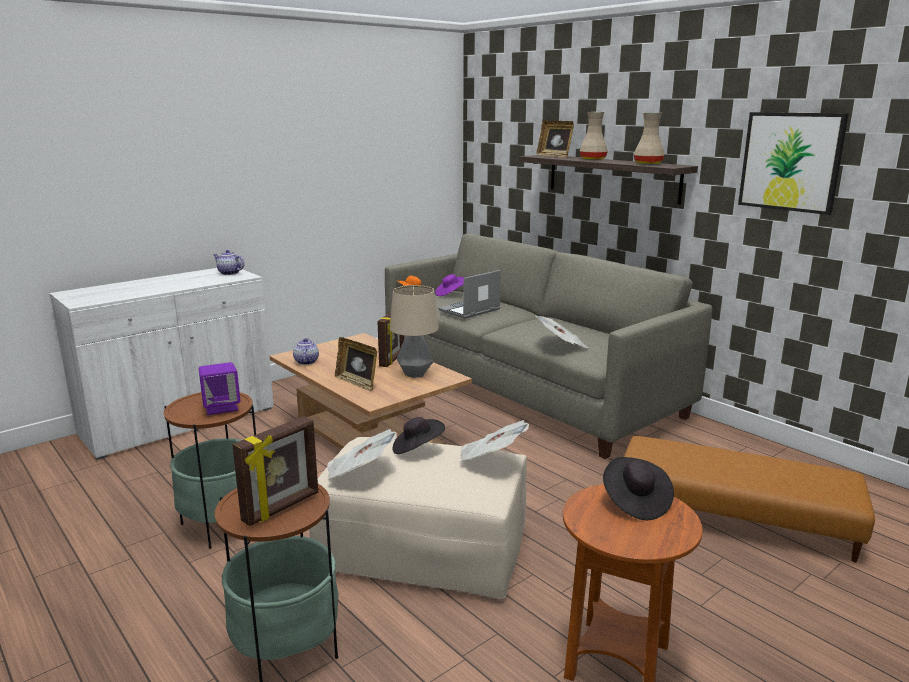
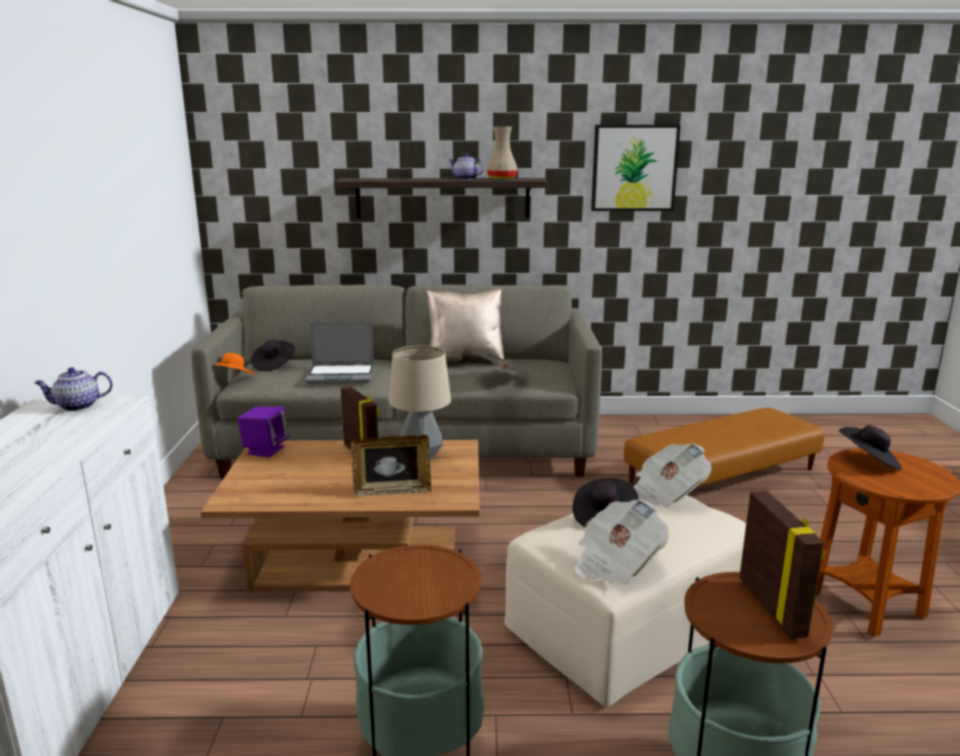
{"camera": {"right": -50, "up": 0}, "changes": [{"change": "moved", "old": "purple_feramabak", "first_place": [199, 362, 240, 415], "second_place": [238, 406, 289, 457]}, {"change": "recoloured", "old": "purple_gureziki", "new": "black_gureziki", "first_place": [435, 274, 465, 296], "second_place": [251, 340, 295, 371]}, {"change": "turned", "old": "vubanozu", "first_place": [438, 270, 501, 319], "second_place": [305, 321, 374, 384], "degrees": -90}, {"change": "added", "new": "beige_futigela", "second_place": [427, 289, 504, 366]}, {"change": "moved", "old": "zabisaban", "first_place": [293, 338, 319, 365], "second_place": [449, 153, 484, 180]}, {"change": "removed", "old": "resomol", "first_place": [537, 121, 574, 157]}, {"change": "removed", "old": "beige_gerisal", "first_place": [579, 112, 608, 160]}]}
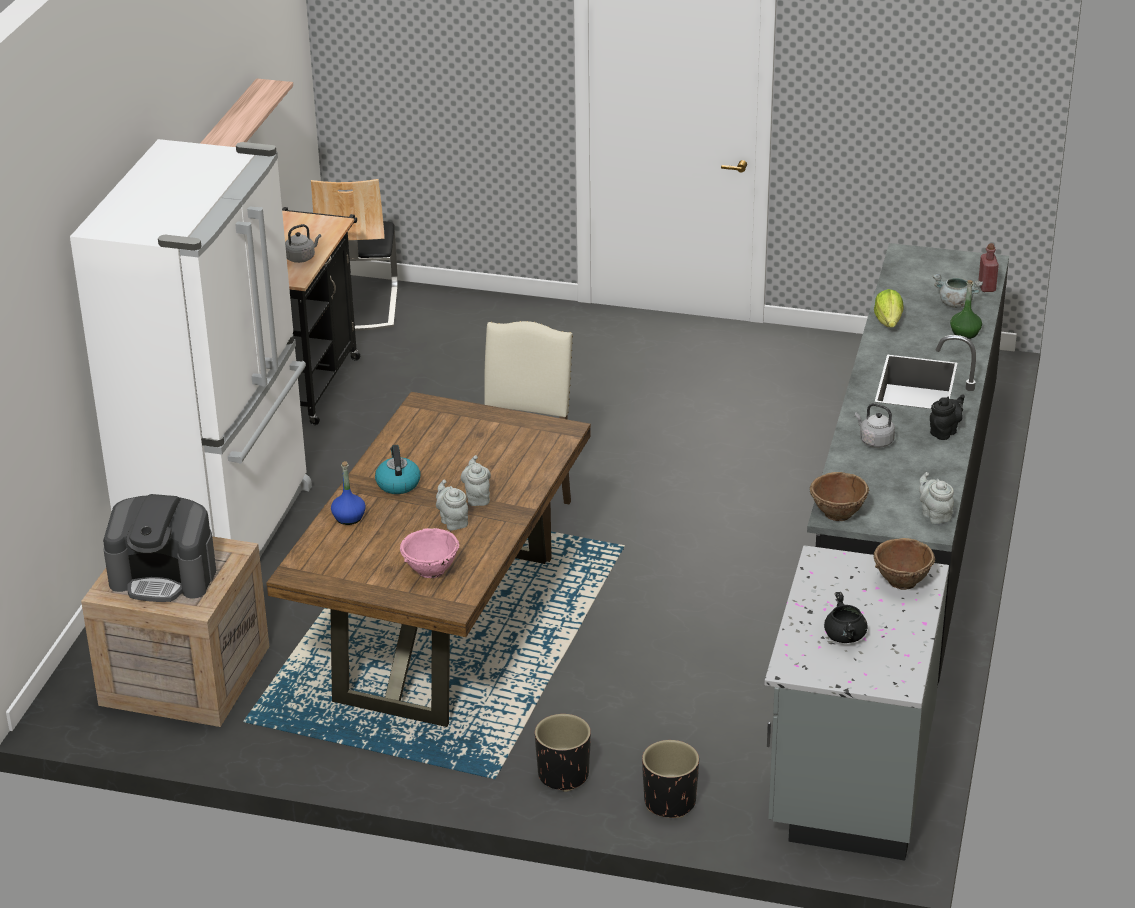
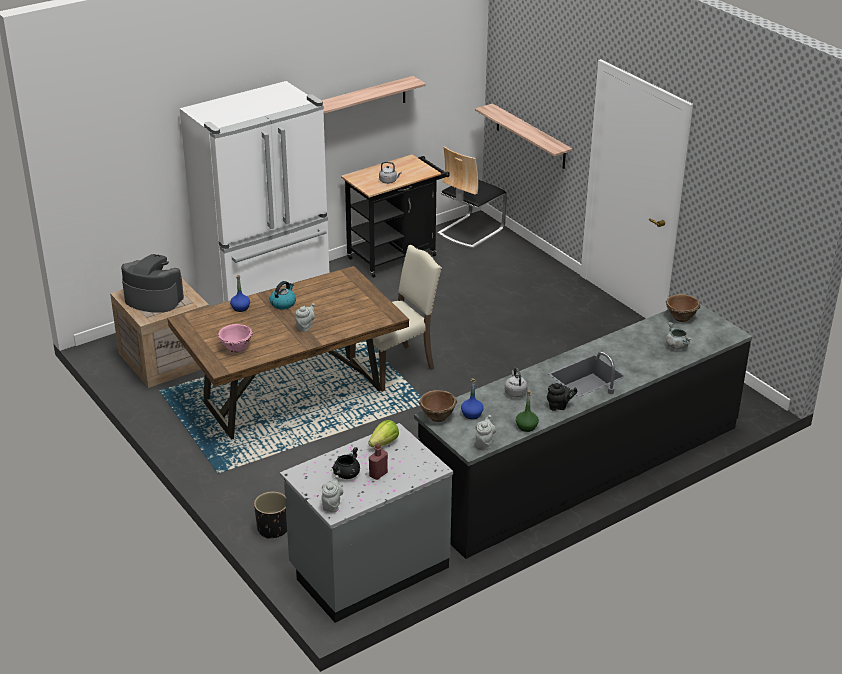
{"camera": {"right": 40, "up": 0}, "changes": [{"change": "turned", "old": "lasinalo", "first_place": [103, 494, 216, 602], "second_place": [121, 254, 184, 313], "degrees": 150}, {"change": "moved", "old": "grey_zabisaban", "first_place": [436, 480, 468, 530], "second_place": [321, 475, 343, 513]}, {"change": "moved", "old": "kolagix", "first_place": [874, 289, 904, 328], "second_place": [368, 420, 399, 447]}, {"change": "moved", "old": "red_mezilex", "first_place": [978, 243, 999, 292], "second_place": [369, 443, 388, 480]}, {"change": "added", "new": "blue_mezilex", "second_place": [461, 378, 484, 419]}, {"change": "added", "new": "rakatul", "second_place": [475, 103, 573, 169]}, {"change": "moved", "old": "green_mezilex", "first_place": [950, 280, 982, 339], "second_place": [516, 391, 539, 432]}, {"change": "moved", "old": "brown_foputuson", "first_place": [874, 538, 935, 590], "second_place": [666, 294, 700, 322]}, {"change": "removed", "old": "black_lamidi", "first_place": [535, 714, 591, 792]}]}
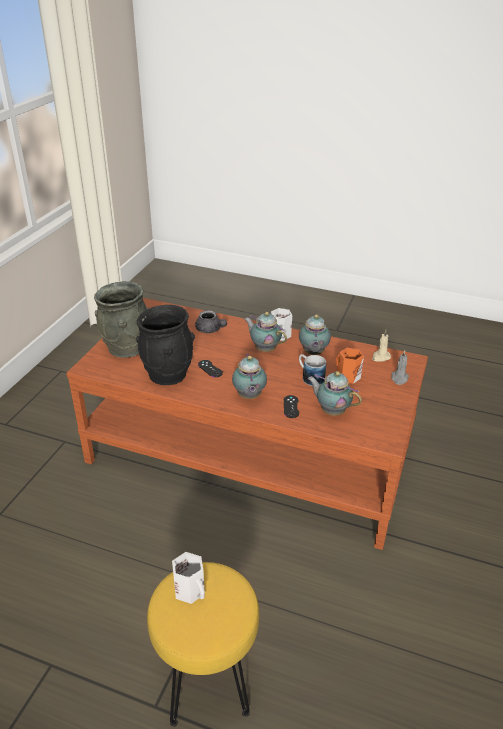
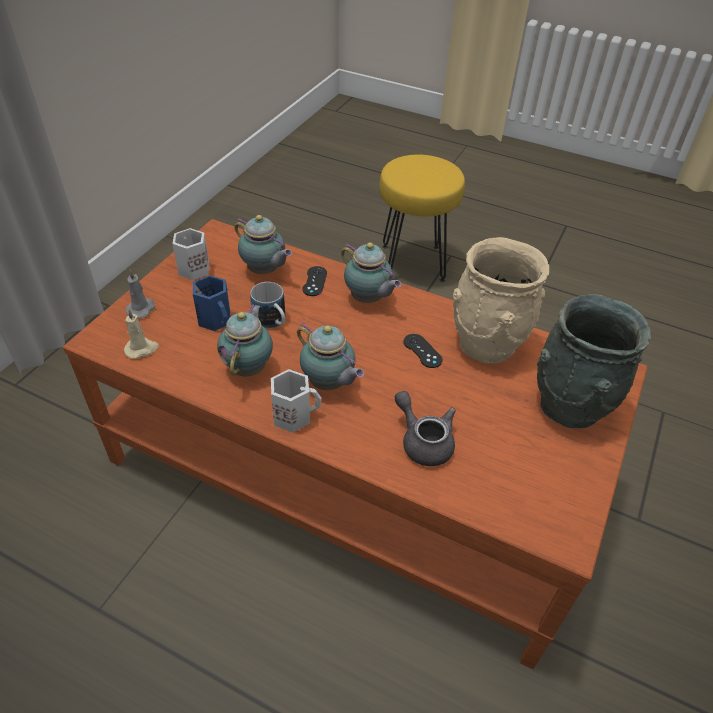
{"camera": {"right": -175, "up": 10}, "changes": [{"change": "moved", "old": "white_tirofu", "first_place": [172, 552, 205, 604], "second_place": [172, 228, 209, 280]}, {"change": "recoloured", "old": "orange_tirofu", "new": "blue_tirofu", "first_place": [336, 348, 364, 384], "second_place": [193, 275, 230, 331]}, {"change": "turned", "old": "zabisaban", "first_place": [232, 353, 267, 399], "second_place": [341, 242, 402, 303], "degrees": 135}, {"change": "recoloured", "old": "black_gerisal", "new": "beige_gerisal", "first_place": [136, 305, 195, 385], "second_place": [453, 237, 549, 363]}]}
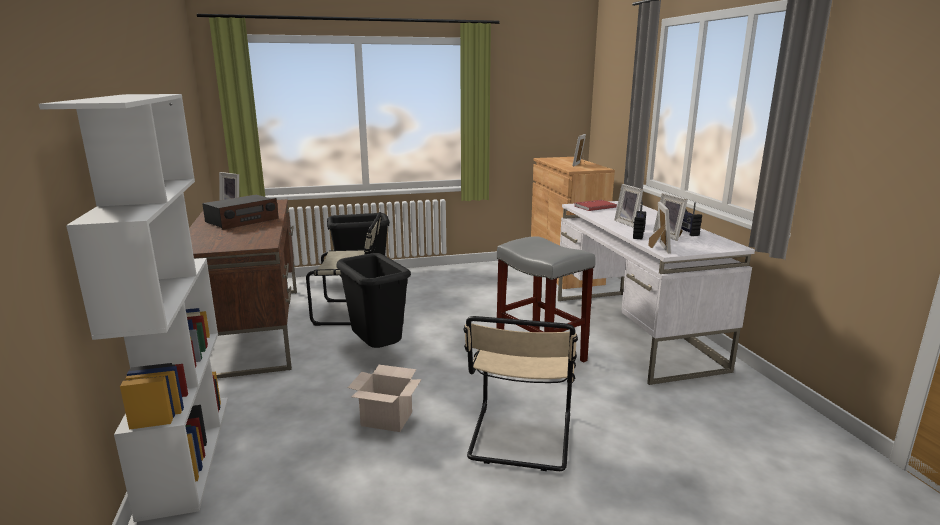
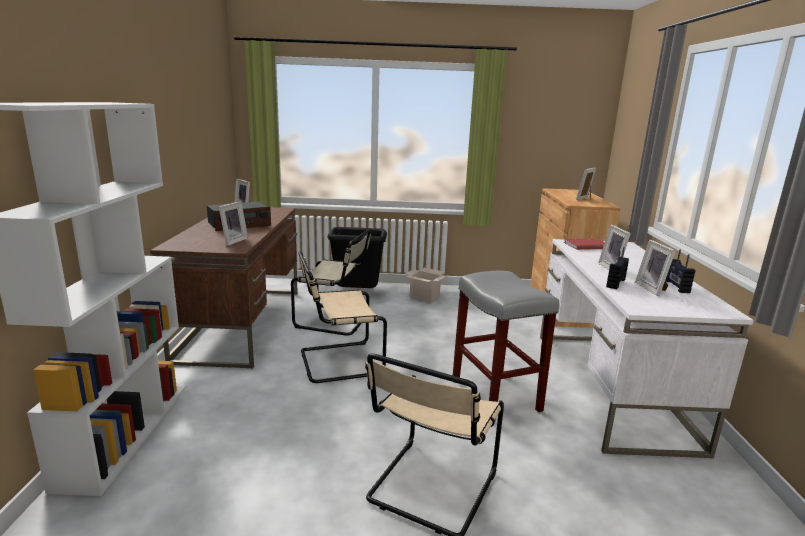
{"camera": {"right": 15, "up": 0}, "changes": [{"change": "moved", "old": "resomol", "first_place": [648, 201, 671, 253], "second_place": [219, 201, 248, 246]}, {"change": "replaced", "old": "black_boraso", "new": "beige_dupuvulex", "first_place": [337, 253, 411, 348], "second_place": [298, 251, 387, 383]}, {"change": "moved", "old": "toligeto", "first_place": [348, 365, 422, 432], "second_place": [405, 268, 446, 303]}]}
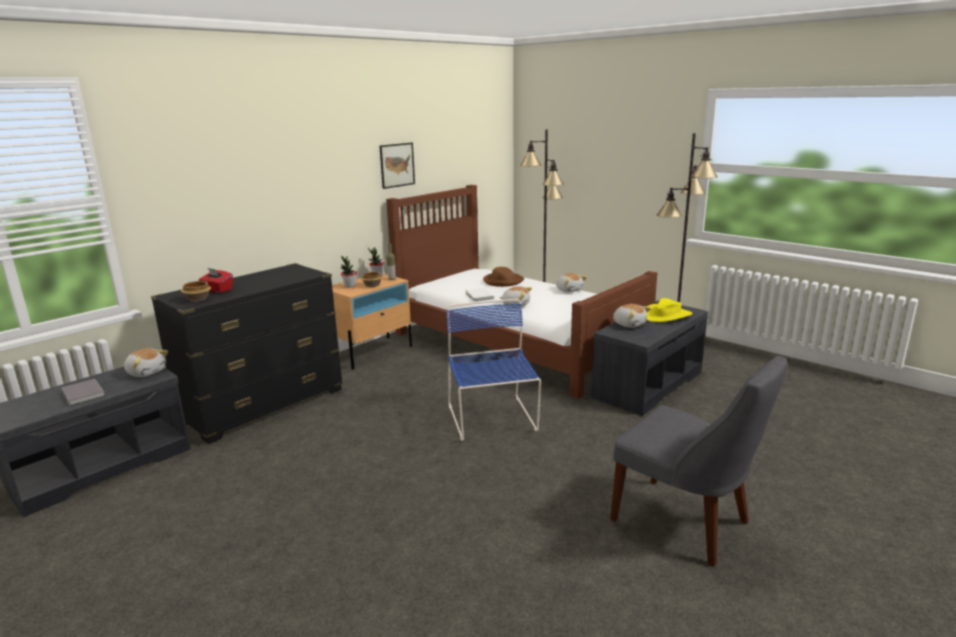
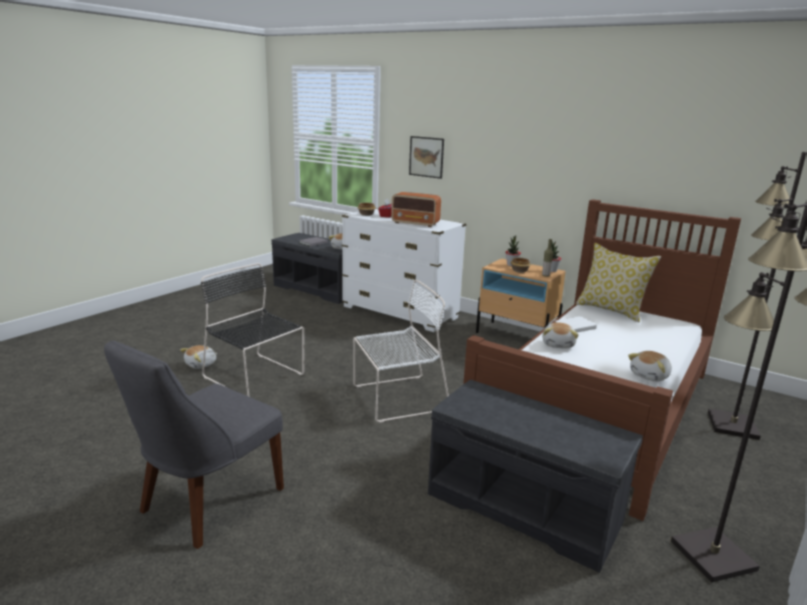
{"camera": {"right": 80, "up": 0}, "changes": [{"change": "moved", "old": "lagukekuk", "first_place": [613, 304, 651, 328], "second_place": [180, 345, 217, 369]}, {"change": "added", "new": "black_dupuvulex", "second_place": [201, 263, 304, 396]}, {"change": "recoloured", "old": "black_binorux", "new": "white_binorux", "first_place": [151, 263, 343, 444], "second_place": [342, 209, 466, 332]}, {"change": "recoloured", "old": "blue_dupuvulex", "new": "white_dupuvulex", "first_place": [446, 299, 541, 441], "second_place": [353, 280, 449, 423]}, {"change": "added", "new": "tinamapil", "second_place": [391, 192, 441, 227]}, {"change": "moved", "old": "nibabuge", "first_place": [380, 143, 415, 189], "second_place": [409, 136, 444, 179]}, {"change": "added", "new": "futigela", "second_place": [576, 243, 661, 322]}, {"change": "removed", "old": "brown_gureziki", "first_place": [483, 267, 524, 287]}, {"change": "removed", "old": "yellow_gureziki", "first_place": [647, 298, 693, 322]}]}
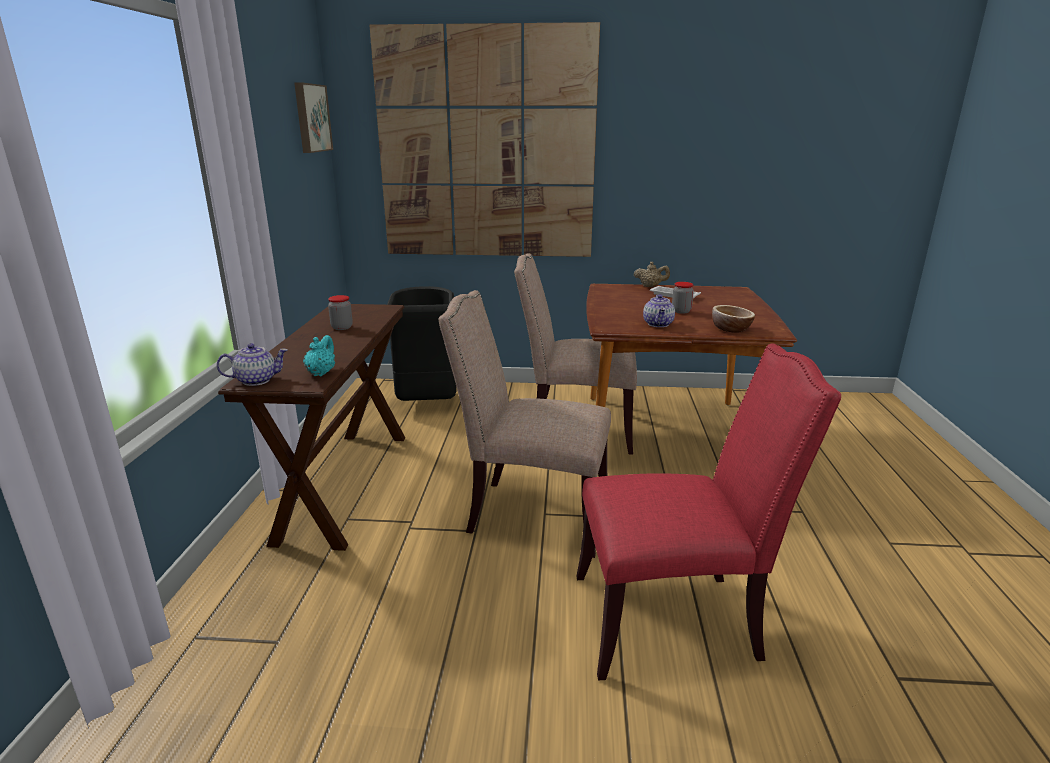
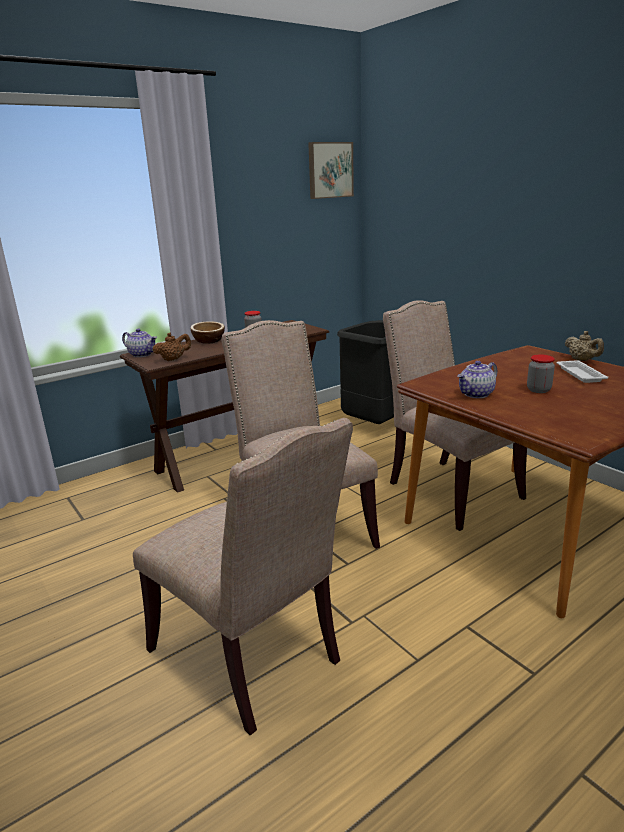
{"camera": {"right": 50, "up": 0}, "changes": [{"change": "recoloured", "old": "red_dupuvulex", "new": "beige_dupuvulex", "first_place": [576, 343, 841, 680], "second_place": [133, 418, 353, 736]}, {"change": "recoloured", "old": "turquoise_zabisaban", "new": "brown_zabisaban", "first_place": [303, 335, 335, 377], "second_place": [152, 333, 191, 361]}, {"change": "moved", "old": "foputuson", "first_place": [712, 305, 755, 333], "second_place": [191, 321, 225, 344]}, {"change": "removed", "old": "nibabuge", "first_place": [369, 22, 600, 257]}]}
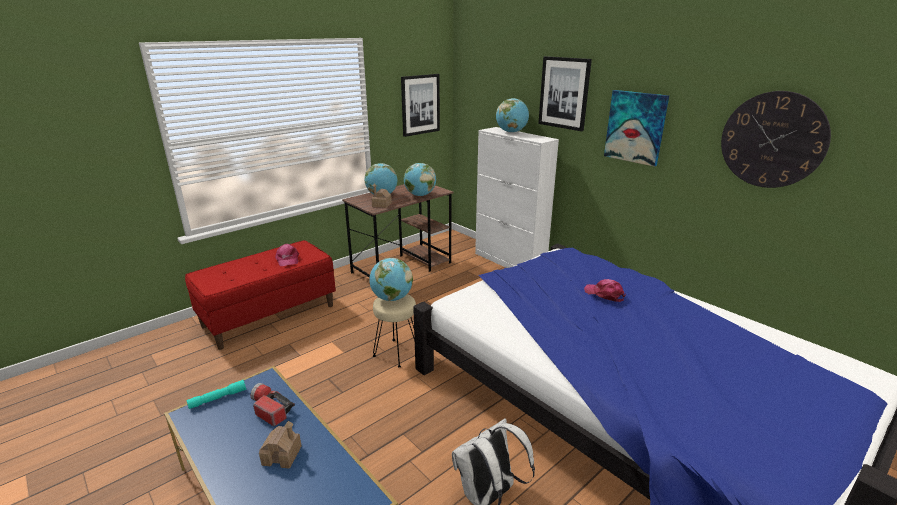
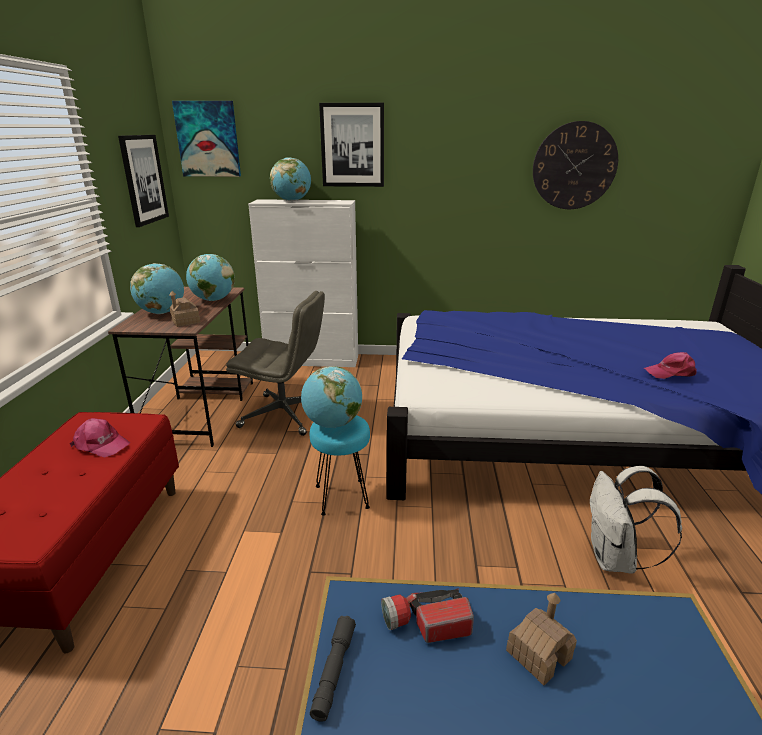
{"camera": {"right": -45, "up": 0}, "changes": [{"change": "moved", "old": "nibabuge", "first_place": [604, 90, 669, 167], "second_place": [172, 101, 241, 177]}, {"change": "added", "new": "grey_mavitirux", "second_place": [226, 291, 325, 436]}, {"change": "recoloured", "old": "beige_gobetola", "new": "turquoise_gobetola", "first_place": [373, 294, 416, 367], "second_place": [310, 415, 370, 516]}, {"change": "recoloured", "old": "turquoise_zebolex", "new": "grey_zebolex", "first_place": [187, 380, 246, 409], "second_place": [310, 616, 356, 722]}, {"change": "moved", "old": "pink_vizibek", "first_place": [584, 279, 626, 302], "second_place": [644, 352, 697, 379]}]}
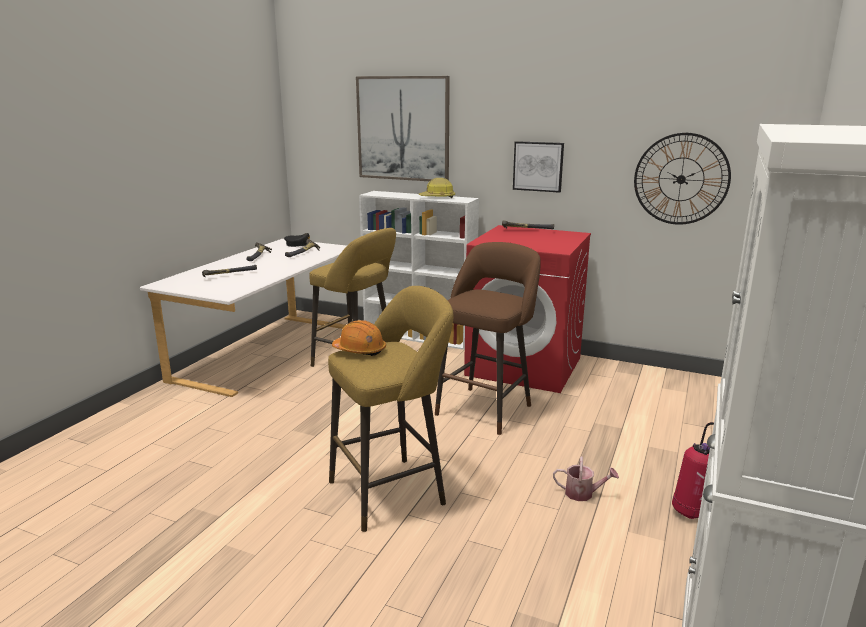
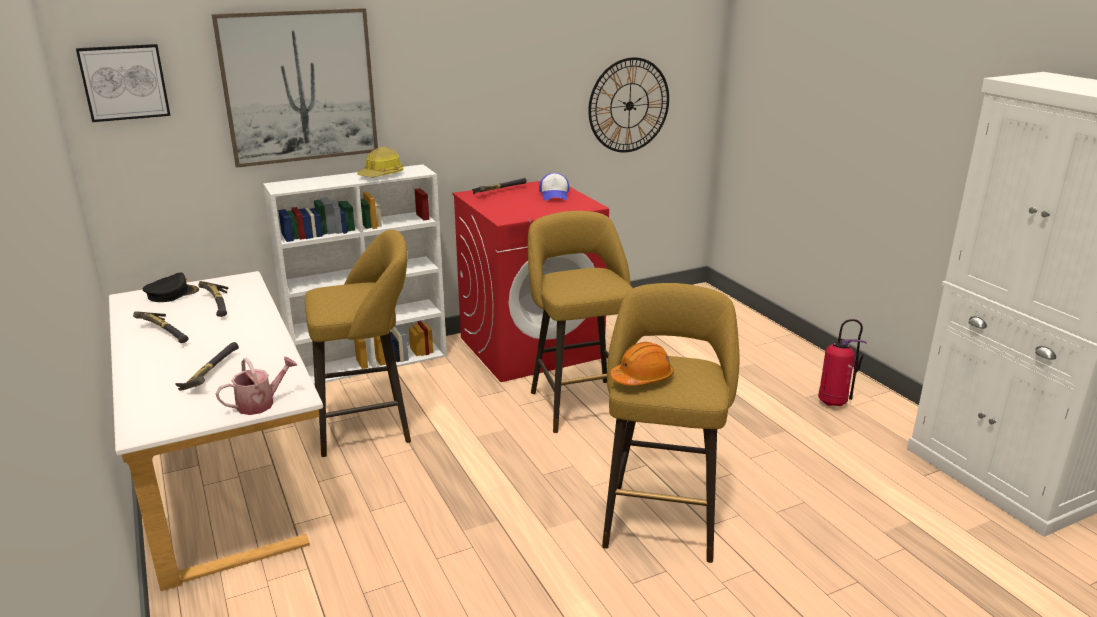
{"camera": {"right": -50, "up": 5}, "changes": [{"change": "moved", "old": "nibabuge", "first_place": [513, 141, 564, 193], "second_place": [76, 44, 171, 122]}, {"change": "moved", "old": "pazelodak", "first_place": [553, 456, 619, 501], "second_place": [216, 356, 297, 415]}, {"change": "recoloured", "old": "brown_gobetola", "new": "yellow_gobetola", "first_place": [435, 242, 541, 435], "second_place": [528, 211, 633, 433]}, {"change": "added", "new": "vizibek", "second_place": [539, 173, 569, 201]}]}
